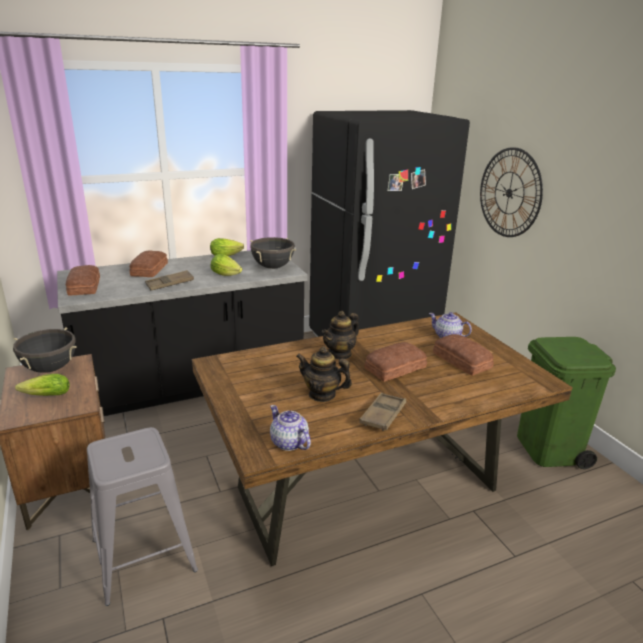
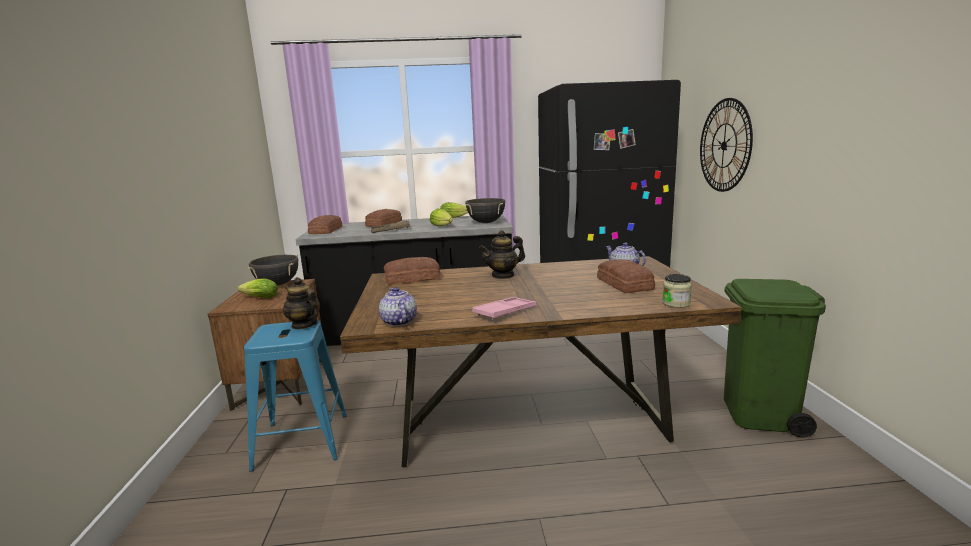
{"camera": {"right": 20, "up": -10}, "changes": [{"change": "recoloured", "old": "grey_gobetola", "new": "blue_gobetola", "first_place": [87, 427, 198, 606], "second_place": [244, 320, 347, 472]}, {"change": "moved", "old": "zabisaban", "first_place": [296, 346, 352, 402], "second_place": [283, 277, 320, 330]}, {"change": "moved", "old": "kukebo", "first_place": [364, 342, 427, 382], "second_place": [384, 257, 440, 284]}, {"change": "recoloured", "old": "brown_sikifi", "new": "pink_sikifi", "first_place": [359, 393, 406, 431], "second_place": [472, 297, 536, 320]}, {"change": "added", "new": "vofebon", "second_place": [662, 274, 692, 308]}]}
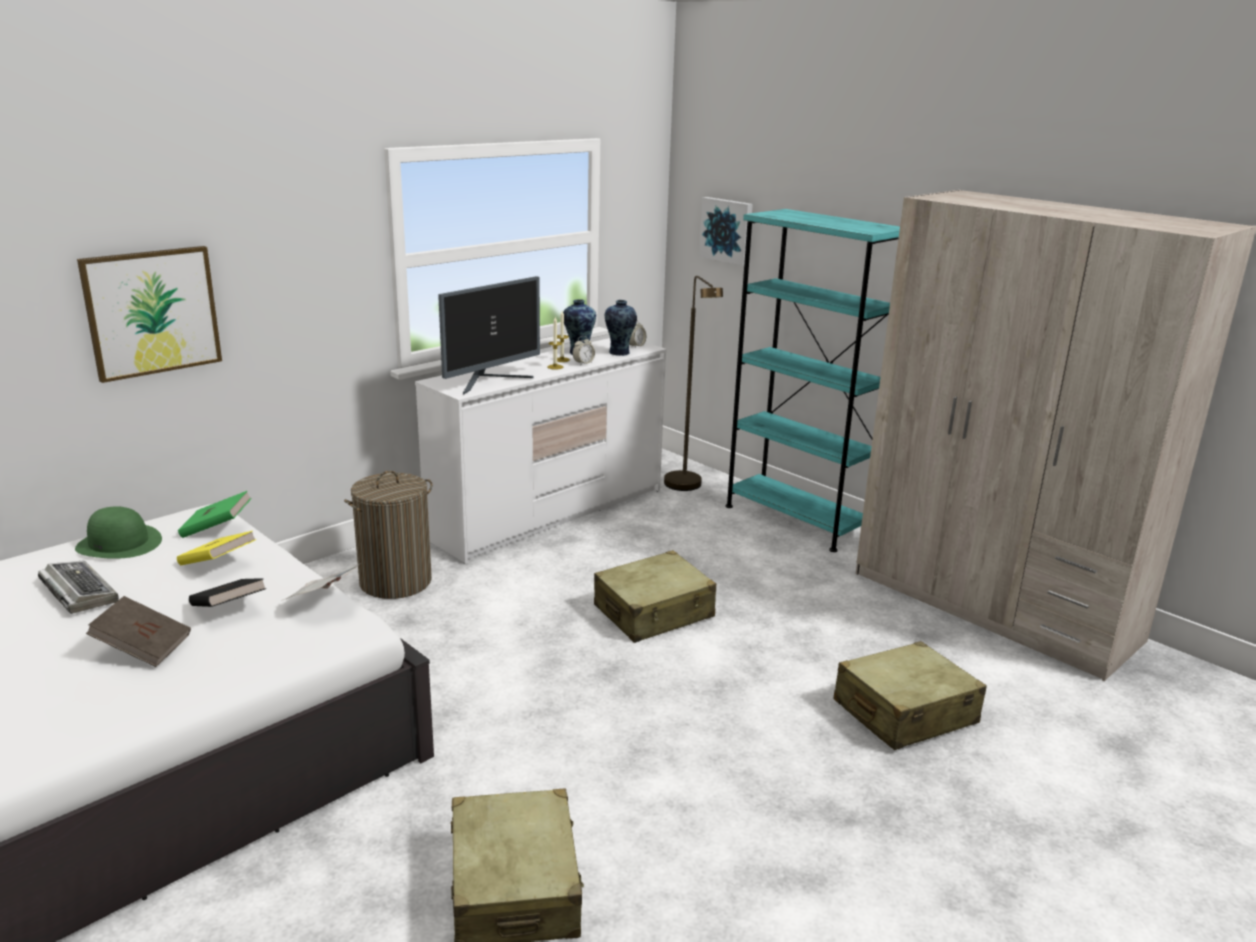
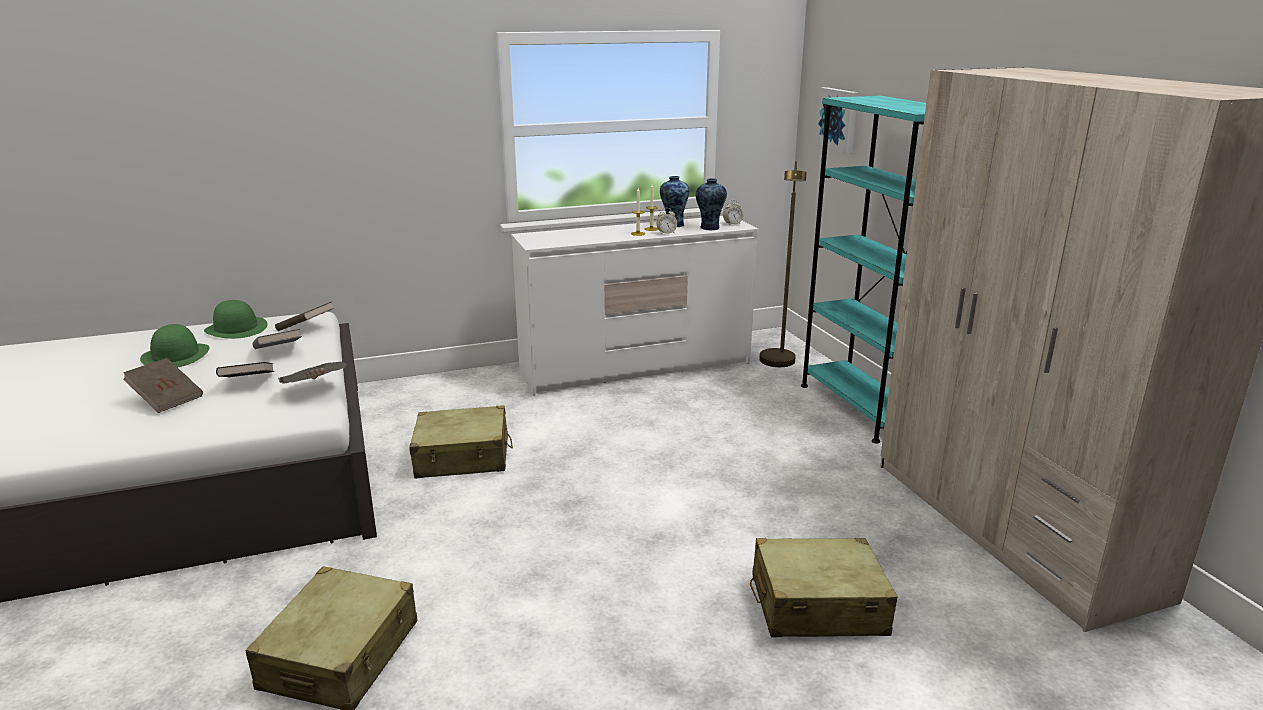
{"camera": {"right": 25, "up": 0}, "changes": [{"change": "replaced", "old": "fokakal", "new": "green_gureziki", "first_place": [38, 561, 119, 614], "second_place": [140, 324, 210, 367]}, {"change": "recoloured", "old": "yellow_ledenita", "new": "grey_ledenita", "first_place": [177, 531, 256, 565], "second_place": [253, 329, 302, 349]}, {"change": "recoloured", "old": "green_ledenita", "new": "brown_ledenita", "first_place": [178, 491, 252, 538], "second_place": [275, 301, 334, 331]}, {"change": "moved", "old": "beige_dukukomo", "first_place": [594, 550, 716, 643], "second_place": [409, 405, 513, 478]}, {"change": "removed", "old": "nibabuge", "first_place": [77, 246, 222, 383]}, {"change": "removed", "old": "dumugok", "first_place": [344, 471, 432, 599]}, {"change": "removed", "old": "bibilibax", "first_place": [438, 276, 540, 395]}]}
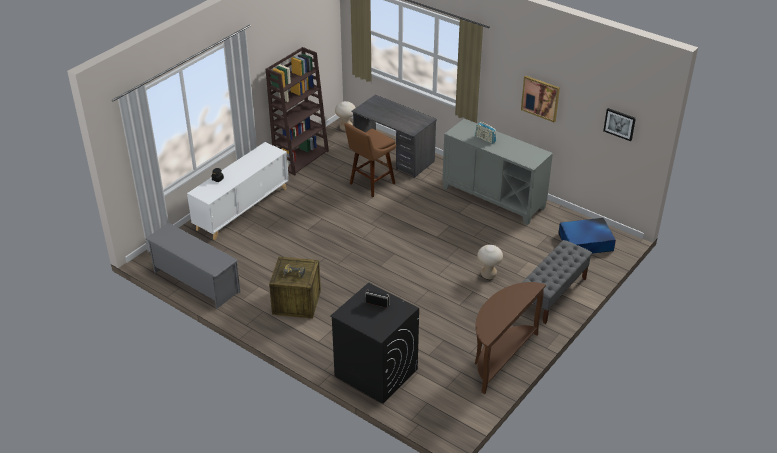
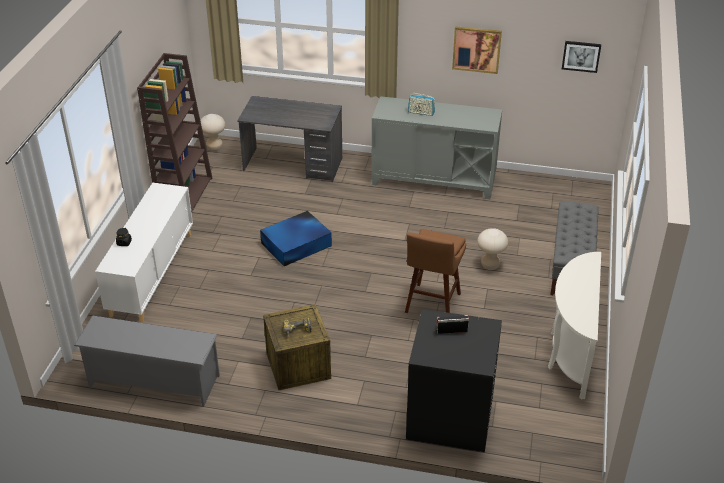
{"camera": {"right": -25, "up": 0}, "changes": [{"change": "moved", "old": "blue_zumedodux", "first_place": [558, 218, 616, 254], "second_place": [260, 211, 332, 266]}, {"change": "moved", "old": "brown_gobetola", "first_place": [344, 123, 396, 197], "second_place": [405, 229, 466, 313]}, {"change": "recoloured", "old": "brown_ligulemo", "new": "white_ligulemo", "first_place": [475, 282, 546, 394], "second_place": [548, 252, 601, 399]}]}
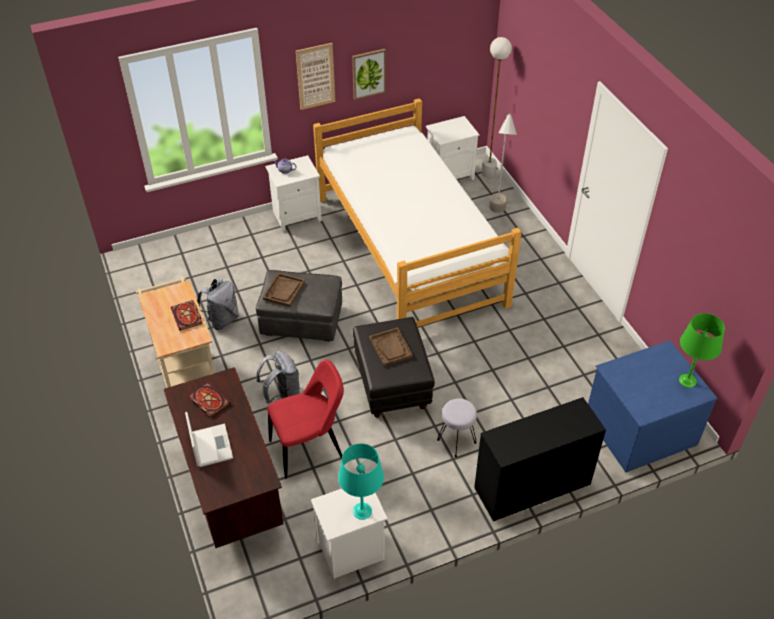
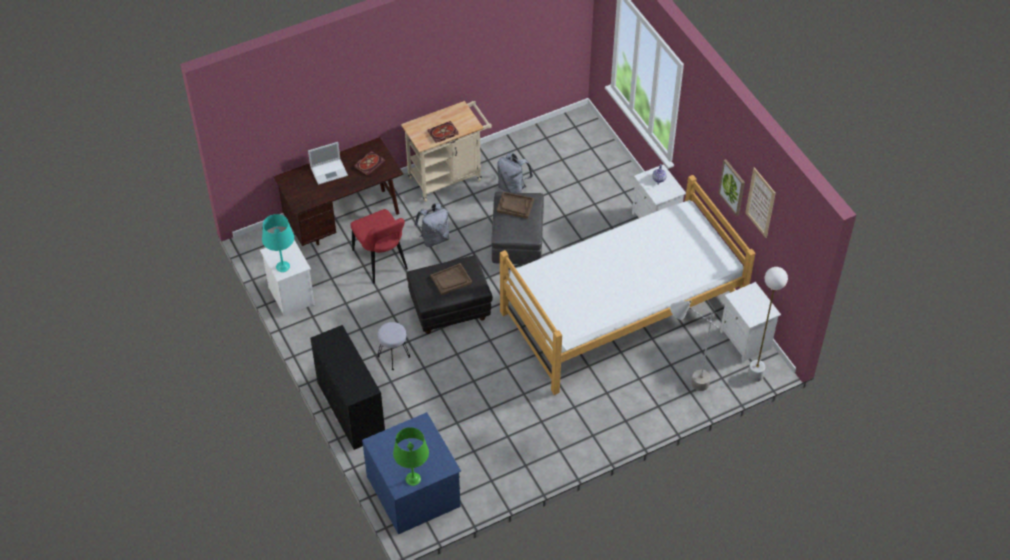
{"camera": {"right": 85, "up": 5}, "changes": [{"change": "moved", "old": "nibabuge", "first_place": [296, 43, 335, 110], "second_place": [745, 167, 776, 238]}]}
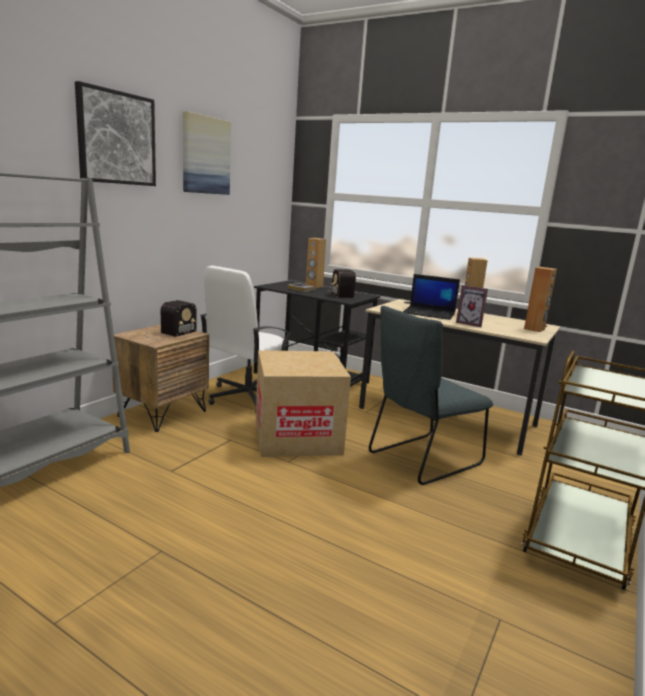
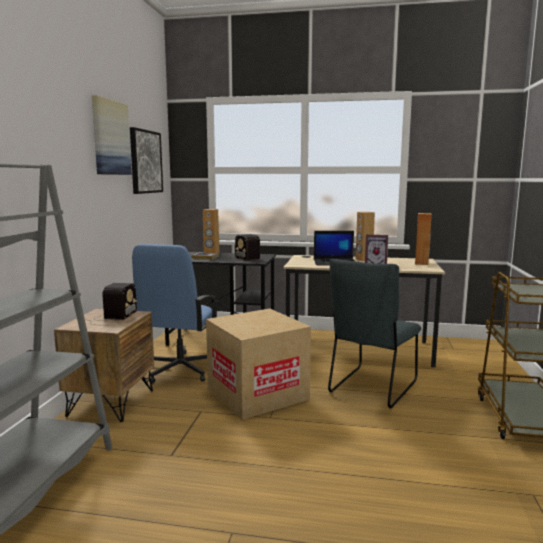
{"camera": {"right": -20, "up": -5}, "changes": [{"change": "moved", "old": "nibabuge", "first_place": [75, 81, 156, 186], "second_place": [130, 127, 163, 194]}, {"change": "recoloured", "old": "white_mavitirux", "new": "blue_mavitirux", "first_place": [200, 266, 293, 413], "second_place": [132, 244, 220, 384]}]}
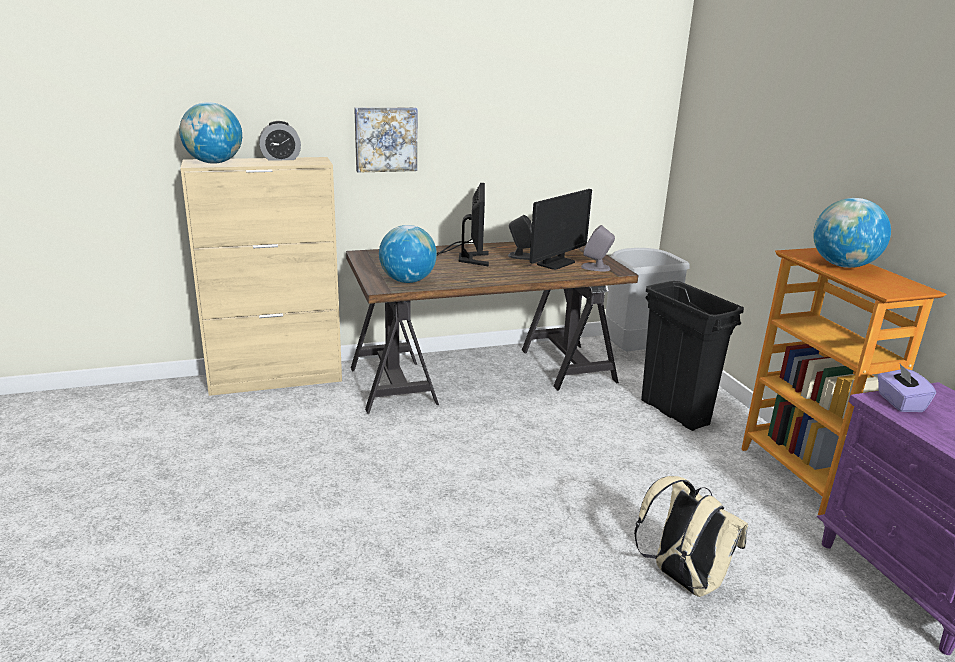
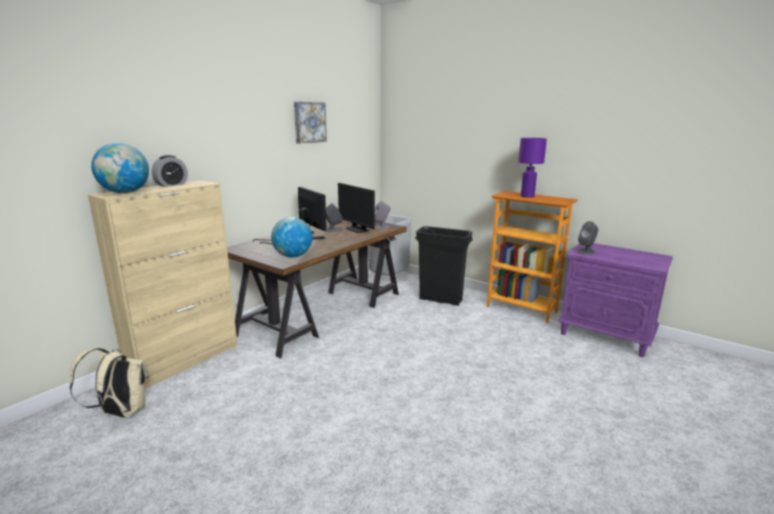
{"camera": {"right": -35, "up": -5}, "changes": [{"change": "moved", "old": "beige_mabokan", "first_place": [634, 476, 748, 597], "second_place": [70, 348, 149, 418]}, {"change": "moved", "old": "nibabuge", "first_place": [354, 107, 417, 173], "second_place": [294, 102, 327, 144]}, {"change": "turned", "old": "bibilibax", "first_place": [529, 189, 592, 270], "second_place": [338, 183, 375, 233], "degrees": 135}, {"change": "replaced", "old": "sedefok", "new": "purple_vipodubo", "first_place": [813, 198, 891, 268], "second_place": [518, 138, 547, 198]}, {"change": "replaced", "old": "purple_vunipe", "new": "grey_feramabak", "first_place": [877, 364, 936, 412], "second_place": [577, 221, 598, 255]}]}
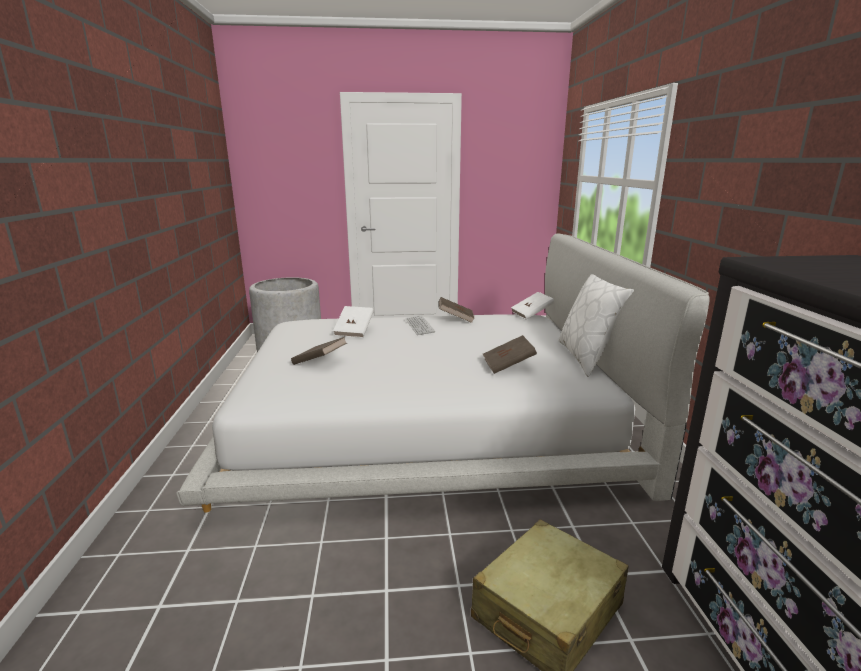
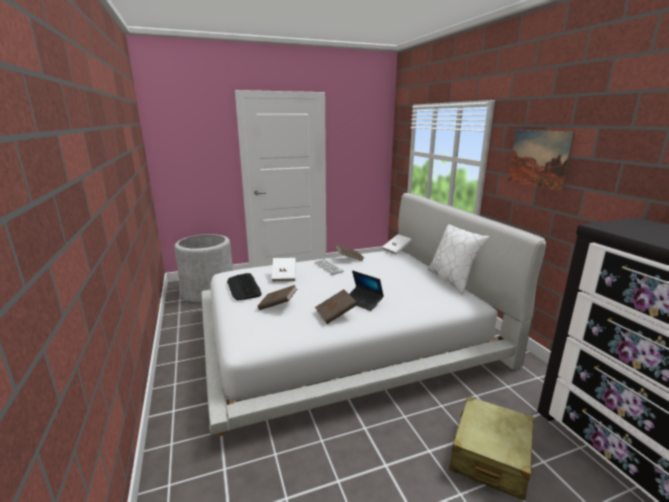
{"camera": {"right": -15, "up": 0}, "changes": [{"change": "added", "new": "fokakal", "second_place": [227, 273, 262, 300]}, {"change": "moved", "old": "brown_ledenita", "first_place": [483, 335, 537, 374], "second_place": [315, 289, 357, 324]}, {"change": "added", "new": "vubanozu", "second_place": [349, 270, 384, 311]}, {"change": "added", "new": "nibabuge", "second_place": [508, 130, 575, 191]}]}
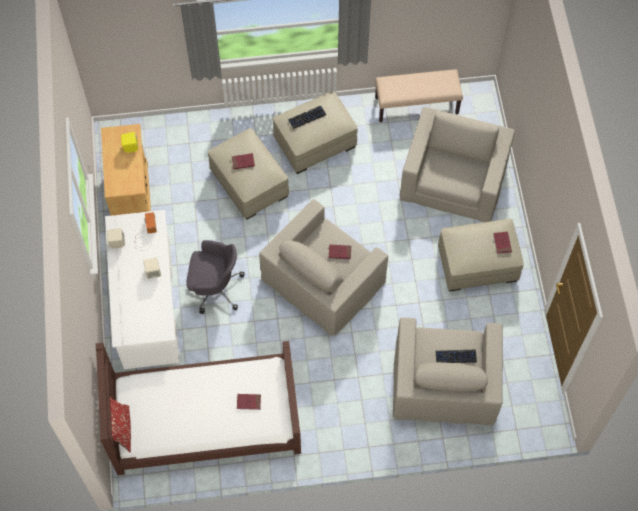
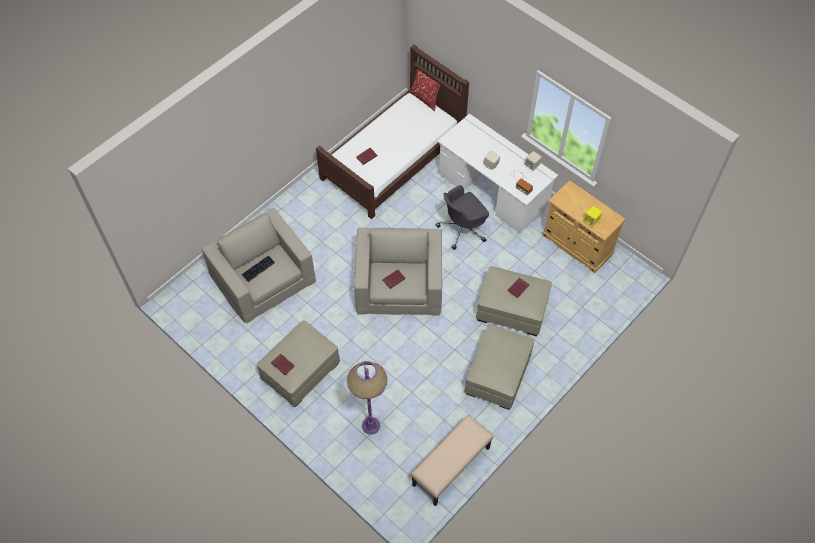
{"camera": {"right": 140, "up": -5}, "changes": [{"change": "replaced", "old": "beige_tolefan", "new": "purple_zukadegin", "first_place": [399, 107, 515, 222], "second_place": [347, 361, 387, 435]}, {"change": "removed", "old": "fokakal", "first_place": [288, 106, 326, 129]}]}
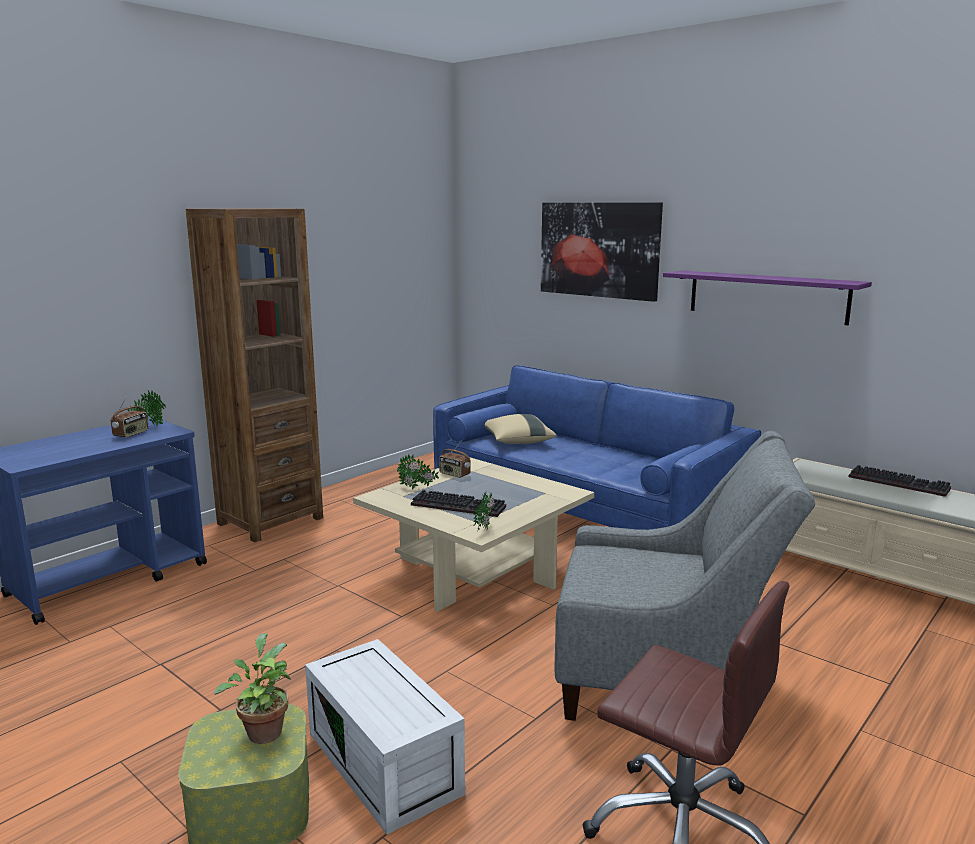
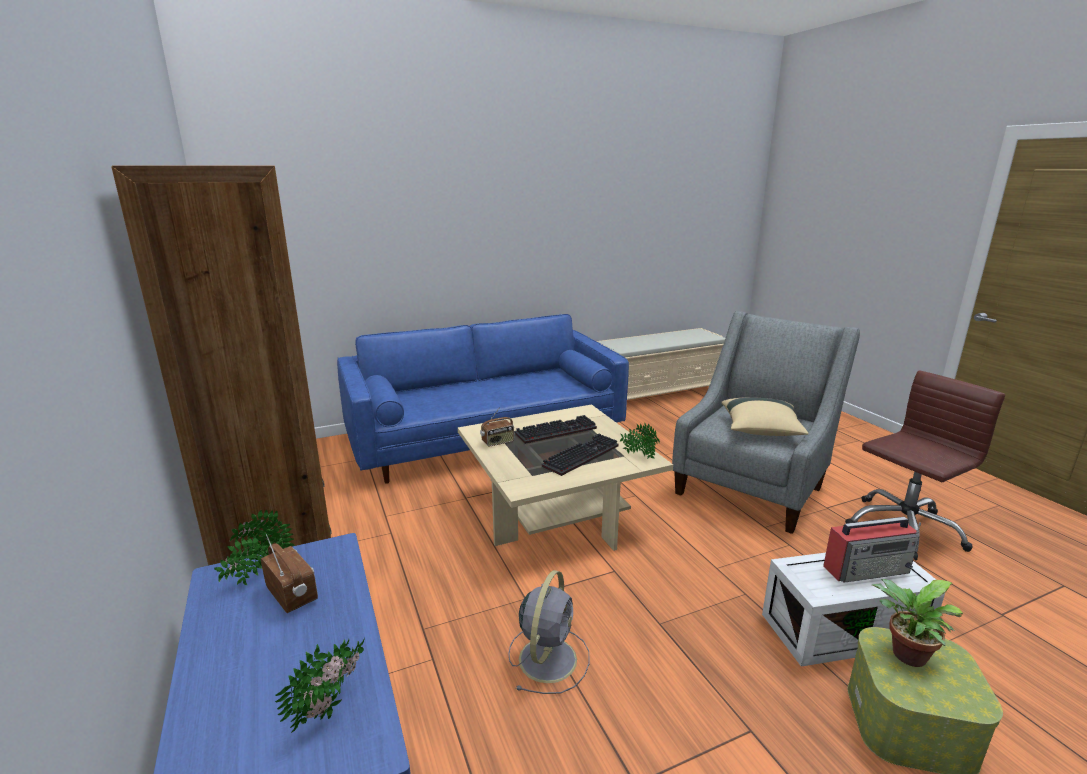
{"camera": {"right": -65, "up": 5}, "changes": [{"change": "moved", "old": "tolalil", "first_place": [397, 454, 439, 490], "second_place": [275, 638, 365, 733]}, {"change": "added", "new": "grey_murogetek", "second_place": [508, 570, 590, 694]}, {"change": "moved", "old": "fokakal", "first_place": [849, 465, 951, 497], "second_place": [515, 415, 597, 444]}, {"change": "moved", "old": "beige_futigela", "first_place": [485, 414, 557, 444], "second_place": [721, 397, 809, 436]}, {"change": "added", "new": "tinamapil", "second_place": [823, 517, 921, 583]}, {"change": "removed", "old": "nibabuge", "first_place": [541, 202, 663, 302]}, {"change": "removed", "old": "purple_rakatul", "first_place": [663, 271, 872, 325]}]}
